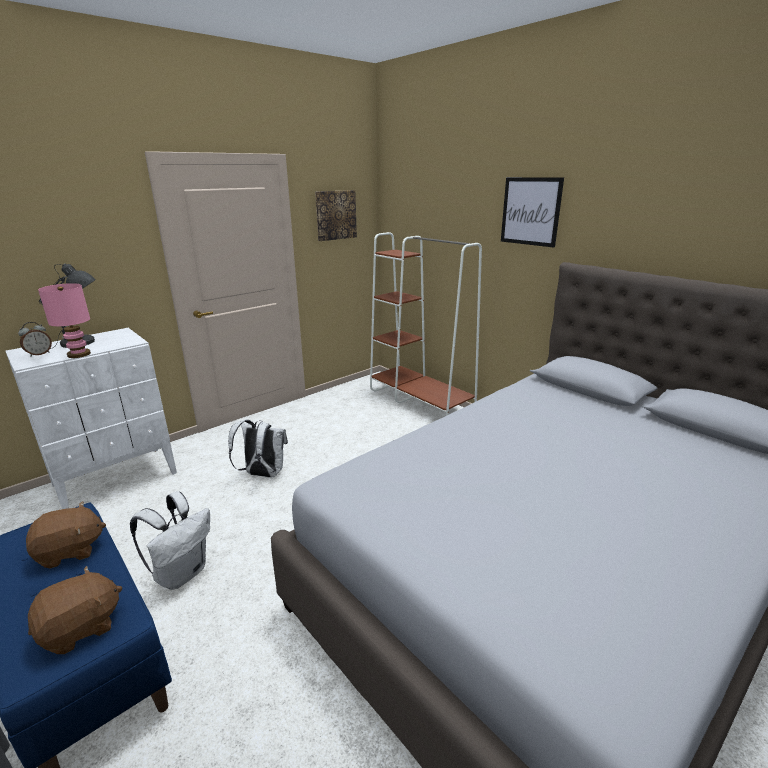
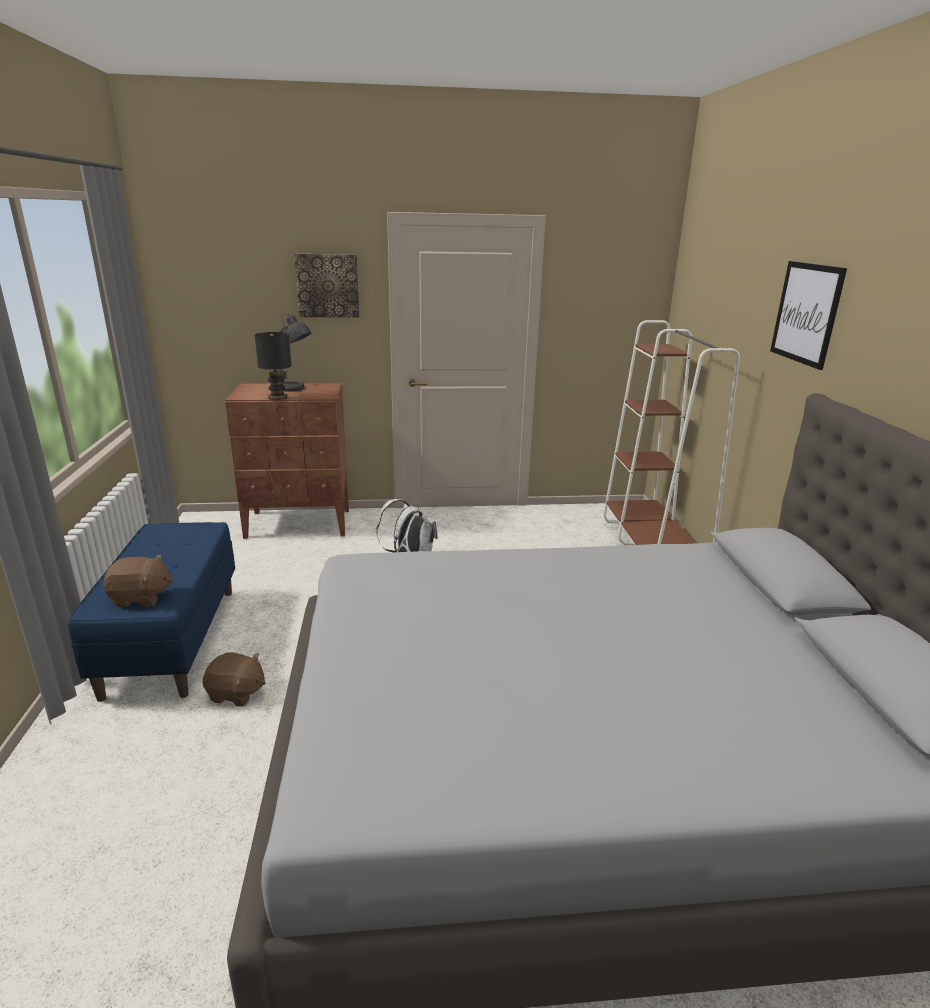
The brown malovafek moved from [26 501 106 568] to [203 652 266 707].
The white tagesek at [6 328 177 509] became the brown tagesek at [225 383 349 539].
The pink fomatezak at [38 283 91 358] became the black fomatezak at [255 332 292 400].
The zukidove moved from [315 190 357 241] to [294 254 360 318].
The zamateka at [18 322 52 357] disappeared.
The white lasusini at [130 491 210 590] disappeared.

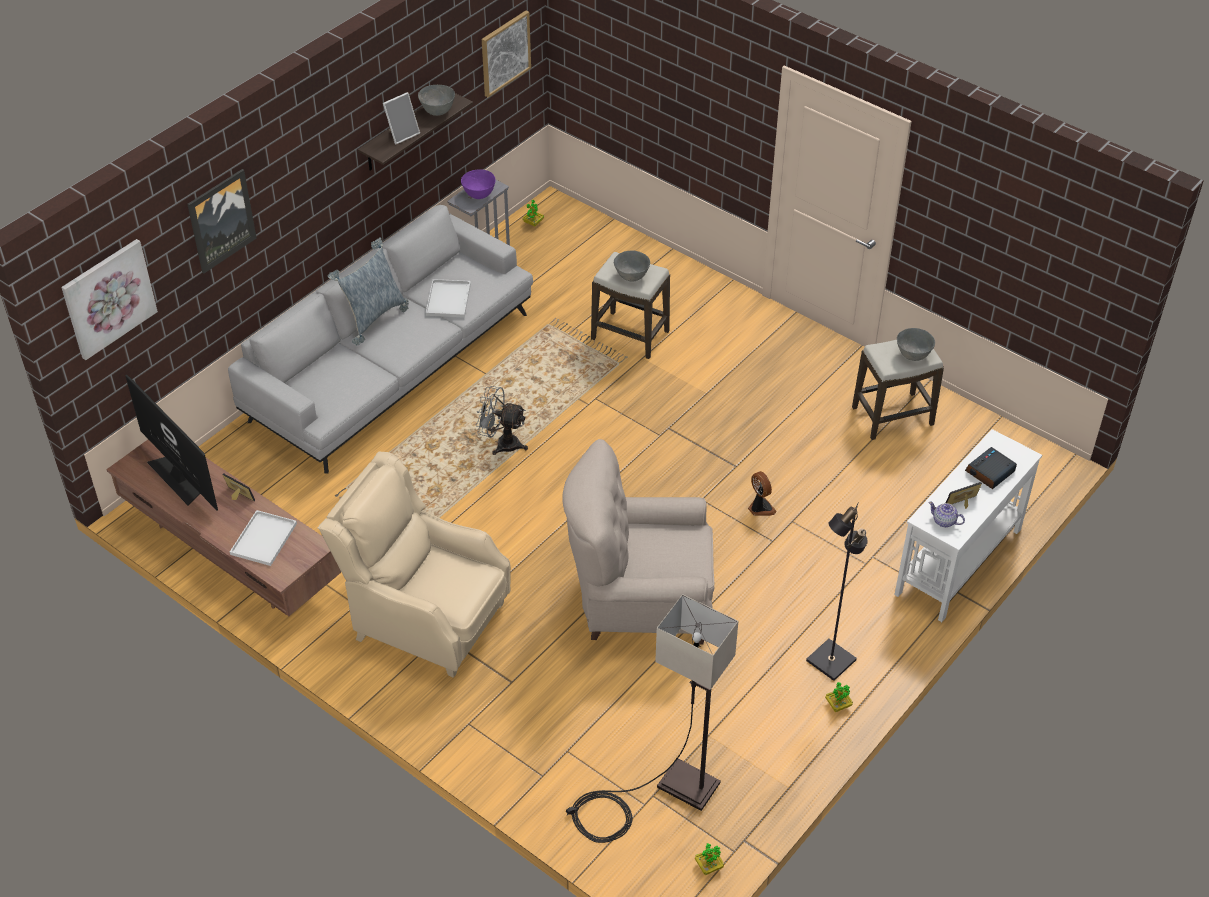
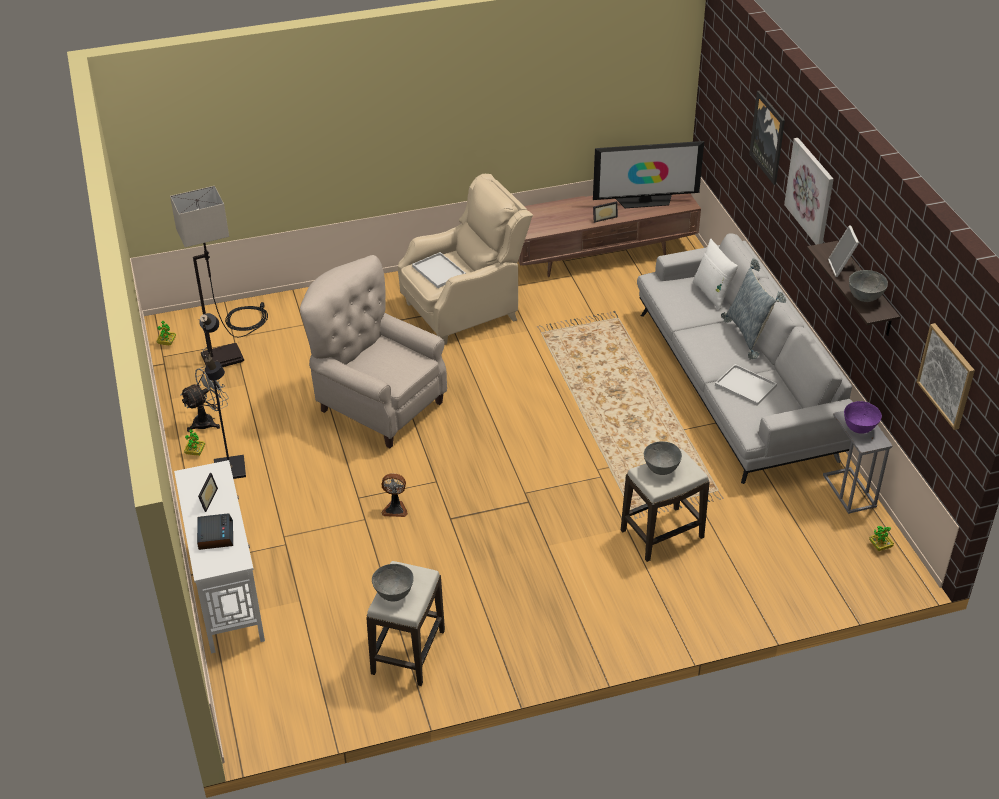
The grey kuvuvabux moved from [476 386 528 455] to [181 366 229 432].
The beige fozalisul at [562 439 715 645] turned 90 degrees counterclockwise.
The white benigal moved from [230 510 297 566] to [412 252 466 288].
The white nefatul at [693 238 738 310] appeared.
The zukidove moved from [61 239 158 360] to [784 138 834 245].
The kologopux at [928 501 965 527] disappeared.

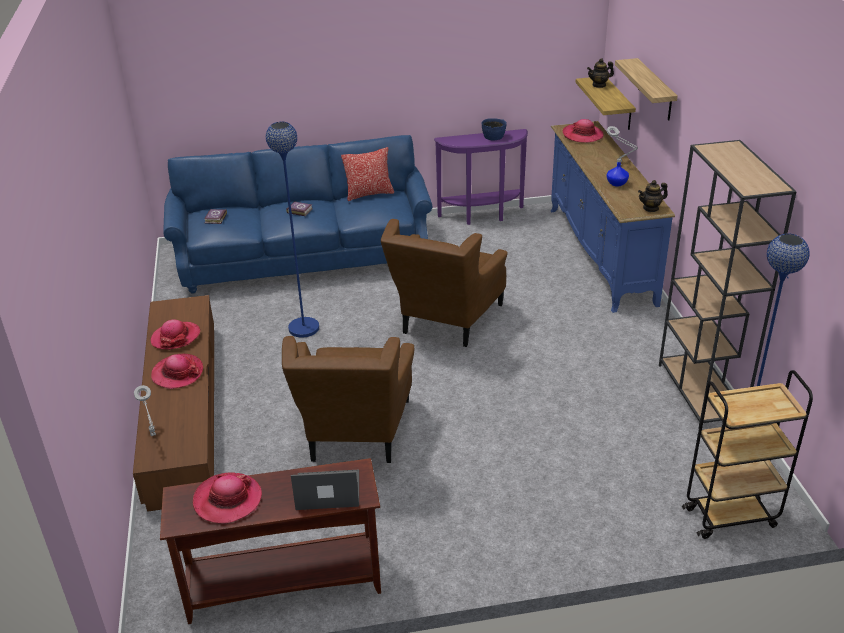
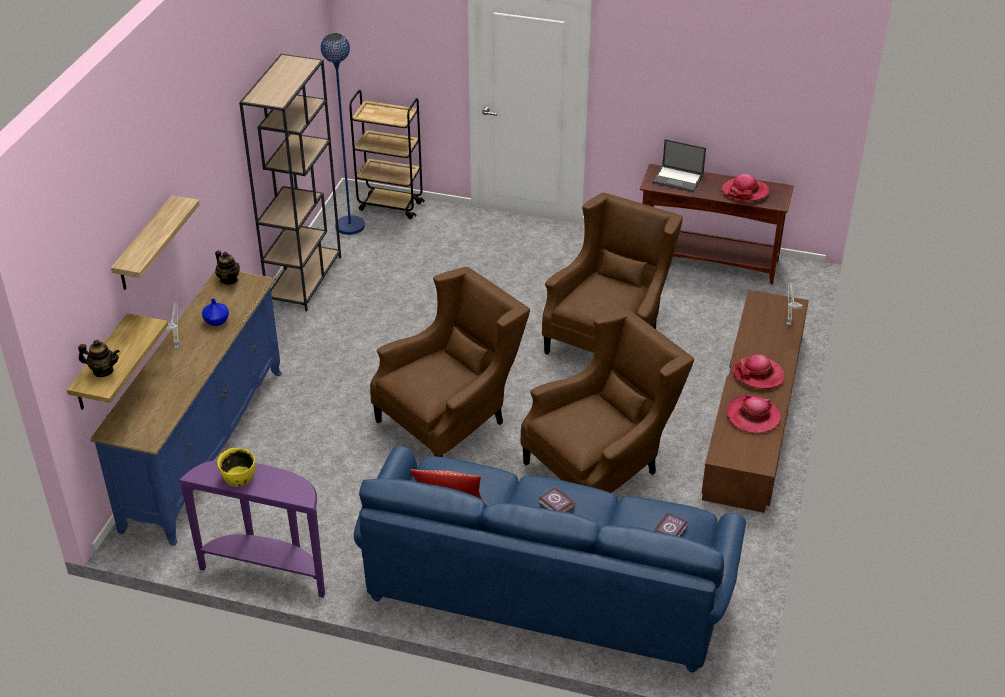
The kologopux at [638 180 668 212] turned 45 degrees clockwise.
The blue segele at [482 118 507 141] became the yellow segele at [217 448 256 487].
The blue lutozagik at [266 122 319 337] was replaced by the brown fozalisul at [521 310 694 493].
The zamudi at [563 119 604 143] disappeared.

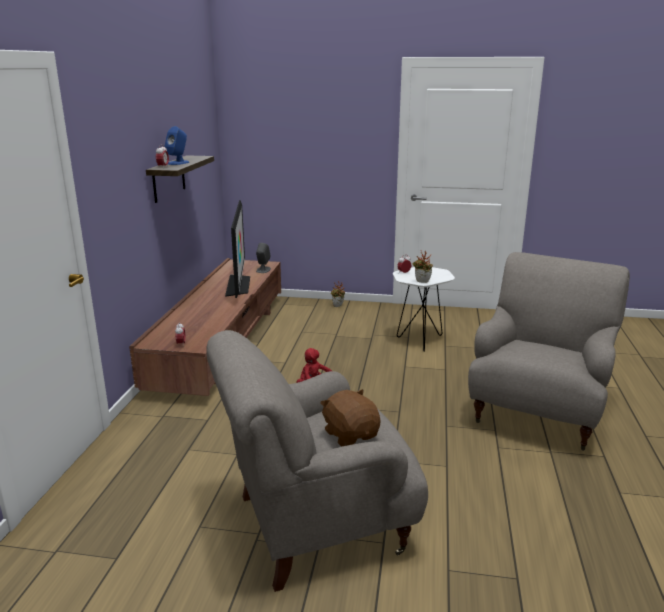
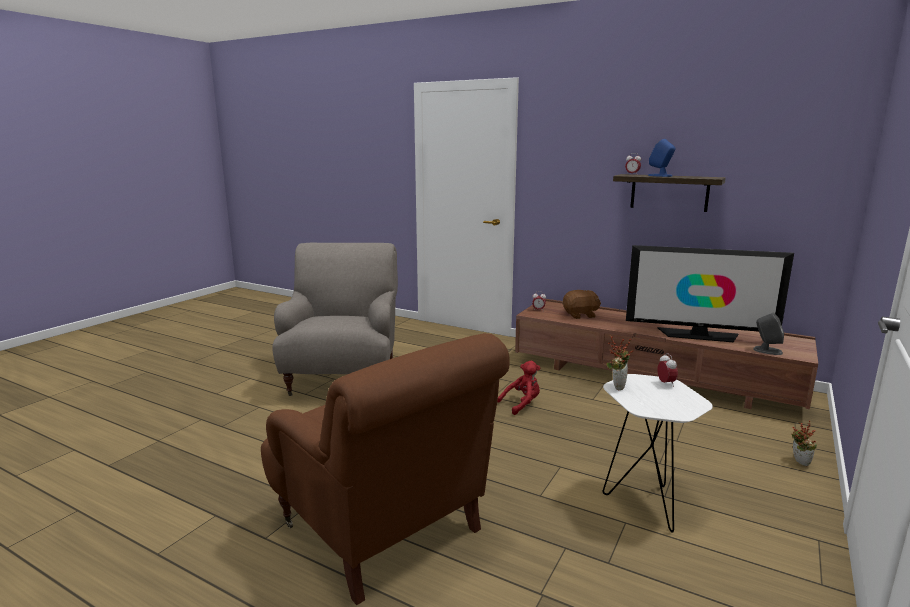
The grey fozalisul at [468 252 630 451] became the brown fozalisul at [261 333 510 605].
The brown malovafek moved from [320 389 381 447] to [563 290 601 319].

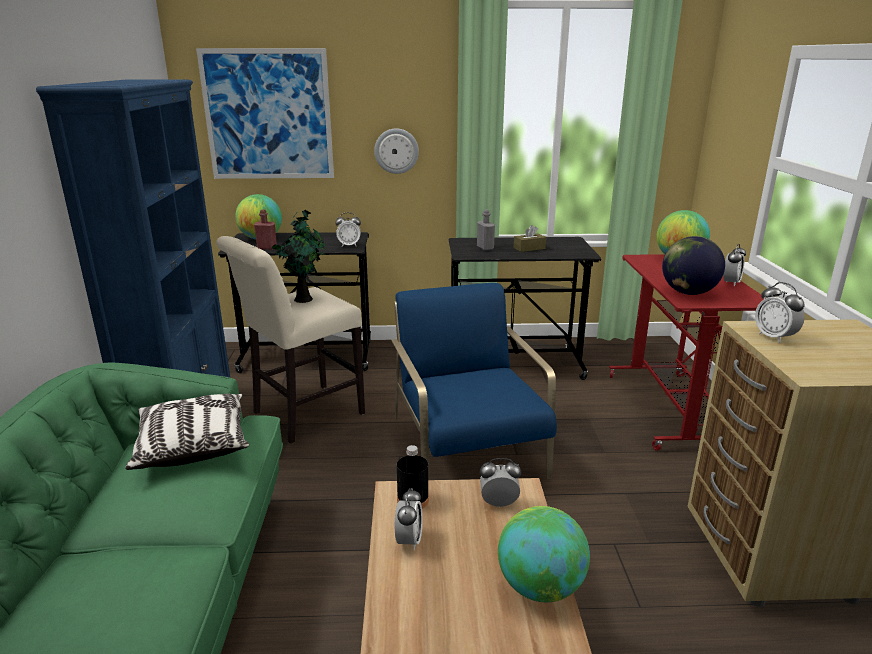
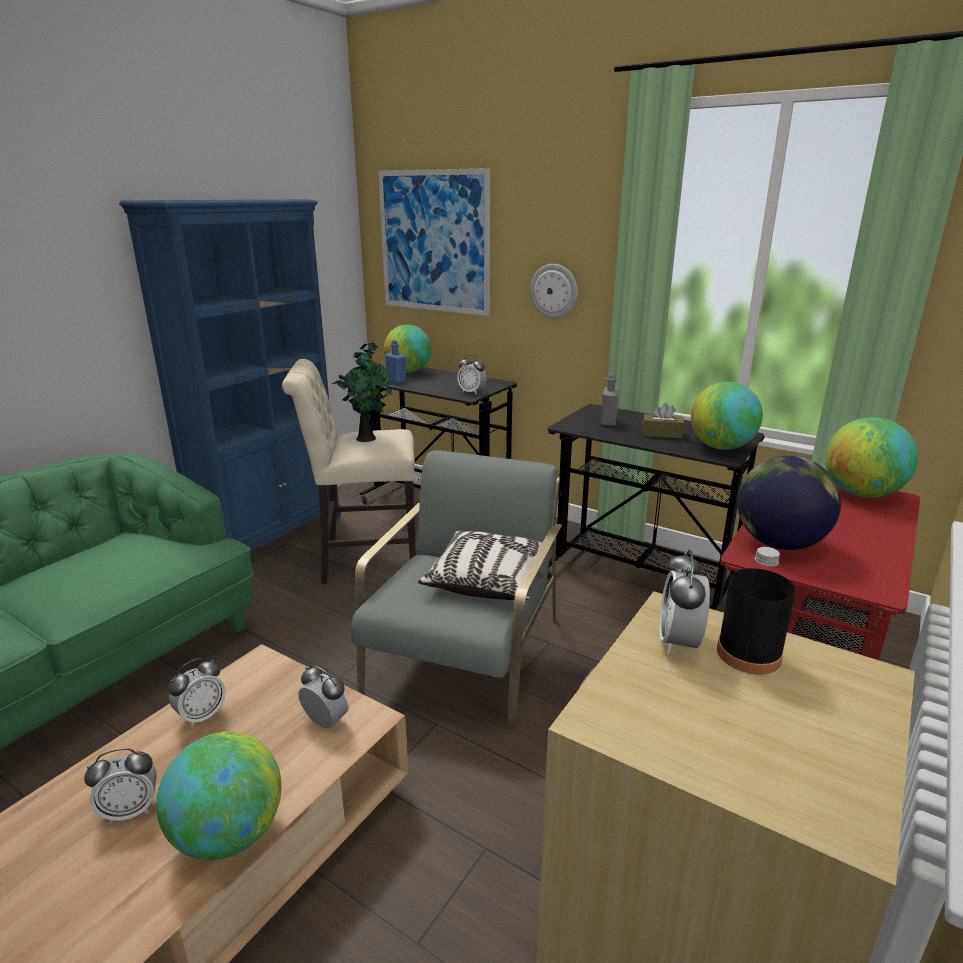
The zamateka moved from [723 244 746 286] to [84 748 156 823].
The blue fozalisul at [391 283 557 480] became the grey fozalisul at [351 450 562 732].
The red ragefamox at [254 209 277 250] became the blue ragefamox at [385 340 406 384].
The nefatul moved from [125 393 249 470] to [418 531 542 600].
The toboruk at [691 382 763 450] appeared.
The black ragefamox moved from [397 445 429 508] to [717 547 796 675].

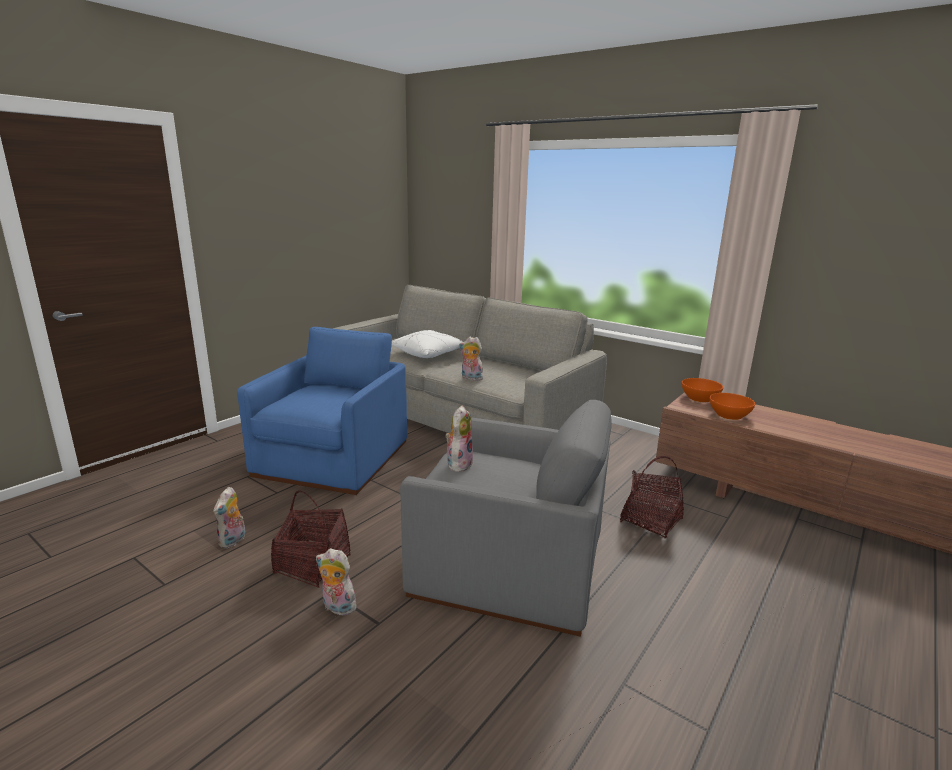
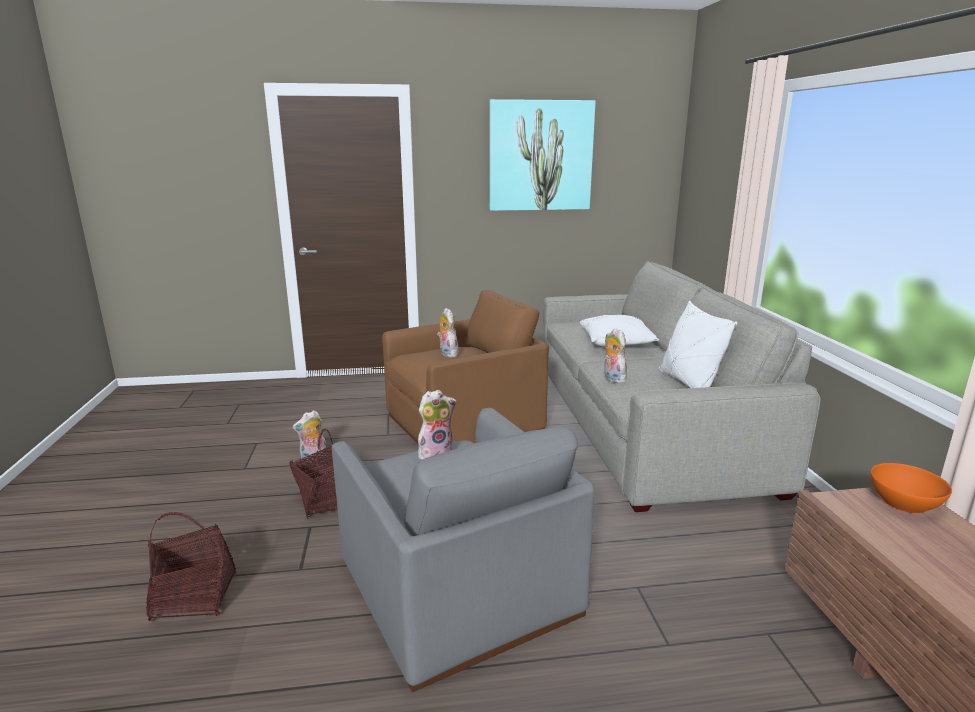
The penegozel moved from [620 456 684 538] to [146 512 236 621].
The blue fozalisul at [237 327 407 495] became the brown fozalisul at [382 290 549 444].
The malovafek moved from [316 548 361 615] to [437 308 459 357].
The zukidove at [489 99 596 211] appeared.
The white nefatul at [659 301 738 388] appeared.
The orange segele at [710 393 755 420] disappeared.

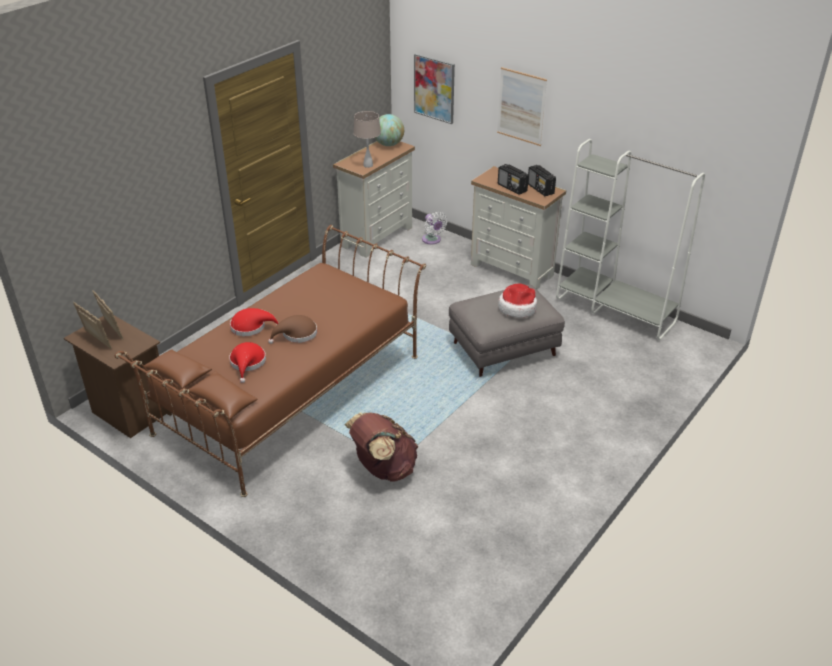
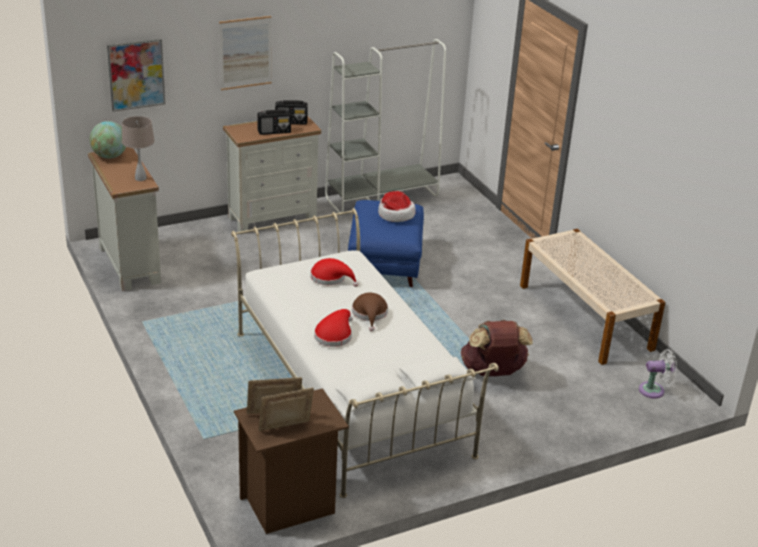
The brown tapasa at [115 225 426 497] became the white tapasa at [231 208 499 498].
The red zamudi moved from [229 342 266 383] to [310 258 358 287].
The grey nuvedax at [449 284 565 377] became the blue nuvedax at [348 200 424 287].
The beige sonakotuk at [520 229 665 365] appeared.
The white kuvuvabux moved from [422 212 448 244] to [639 349 677 399].

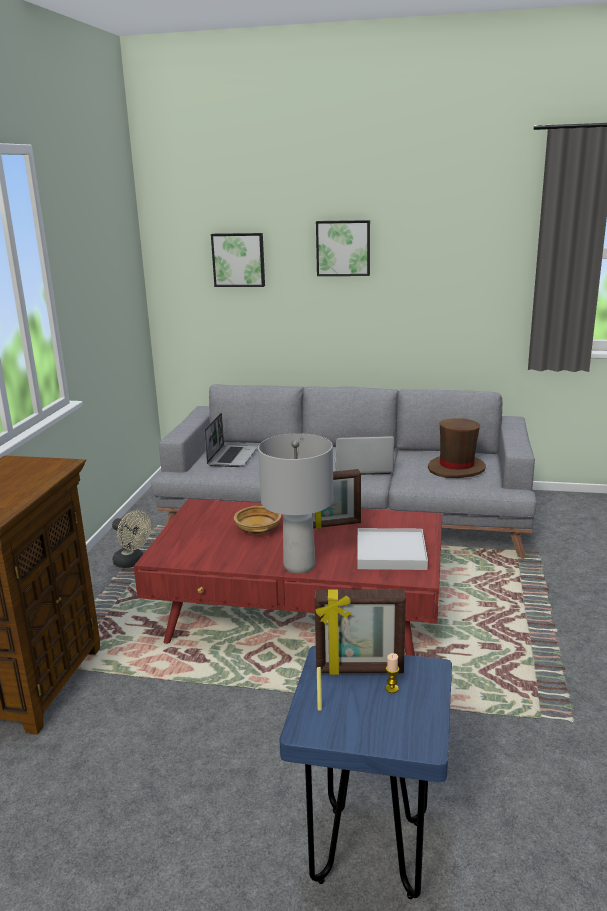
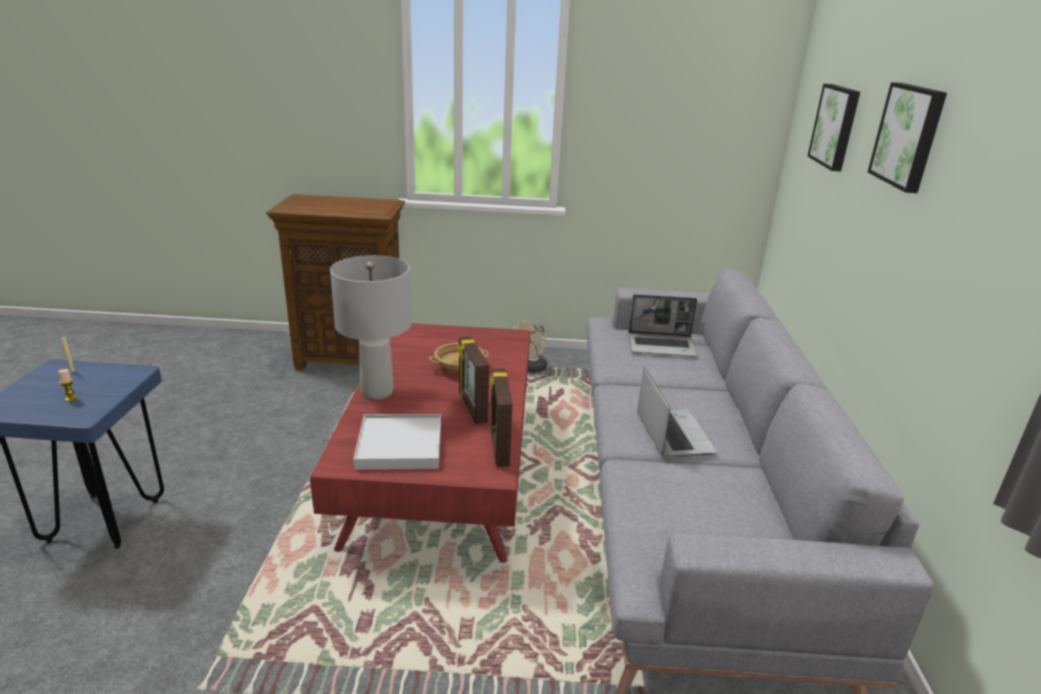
The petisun moved from [315 589 406 675] to [490 368 513 467].
The brown zamudi at [428 418 486 478] disappeared.

